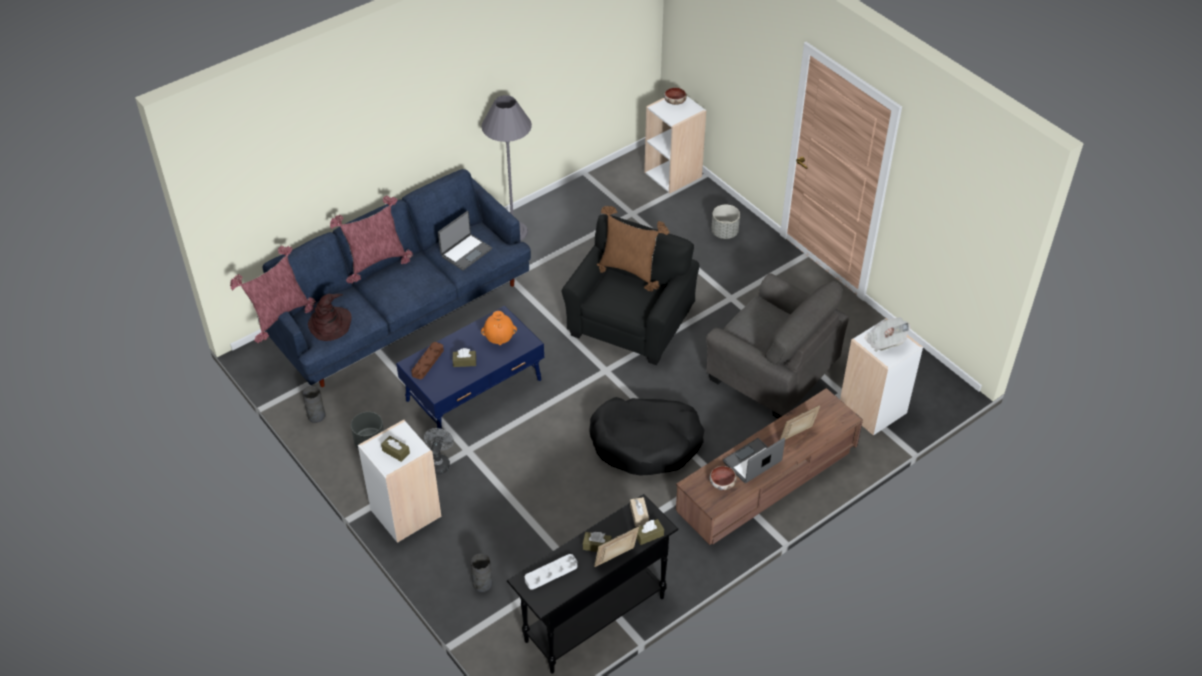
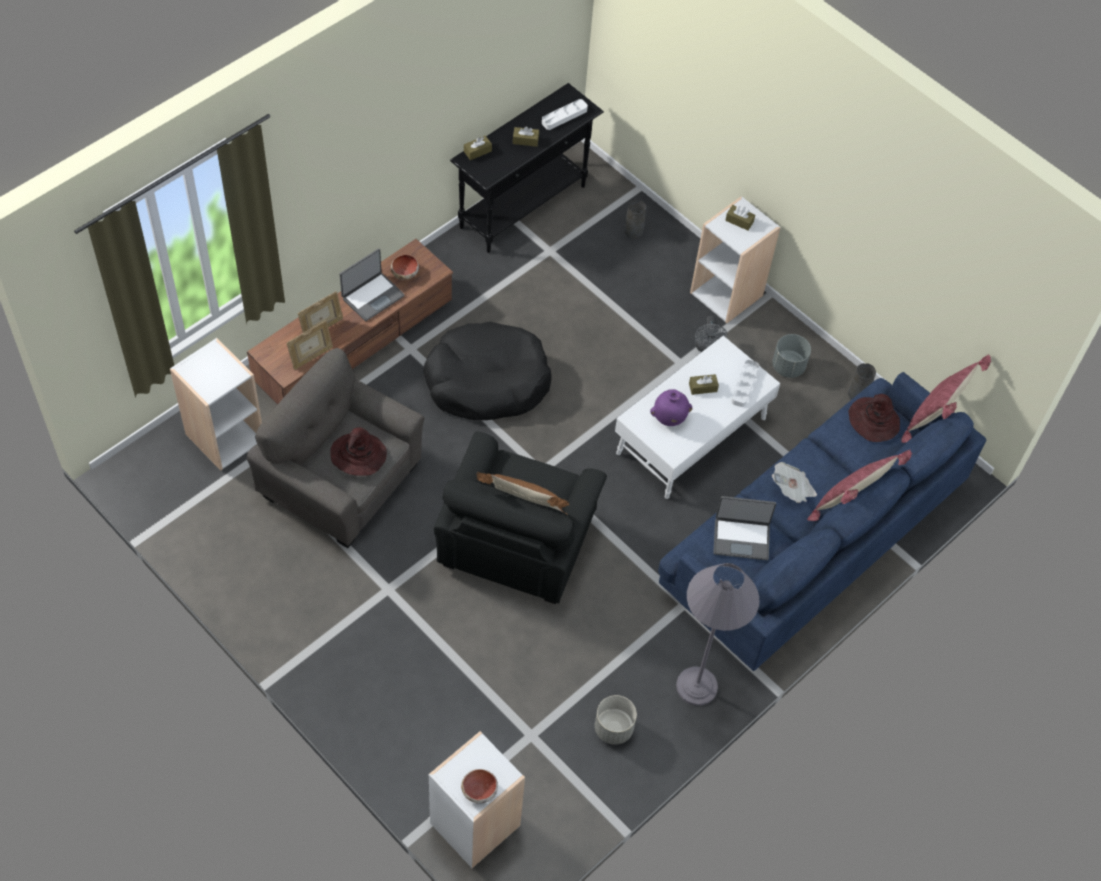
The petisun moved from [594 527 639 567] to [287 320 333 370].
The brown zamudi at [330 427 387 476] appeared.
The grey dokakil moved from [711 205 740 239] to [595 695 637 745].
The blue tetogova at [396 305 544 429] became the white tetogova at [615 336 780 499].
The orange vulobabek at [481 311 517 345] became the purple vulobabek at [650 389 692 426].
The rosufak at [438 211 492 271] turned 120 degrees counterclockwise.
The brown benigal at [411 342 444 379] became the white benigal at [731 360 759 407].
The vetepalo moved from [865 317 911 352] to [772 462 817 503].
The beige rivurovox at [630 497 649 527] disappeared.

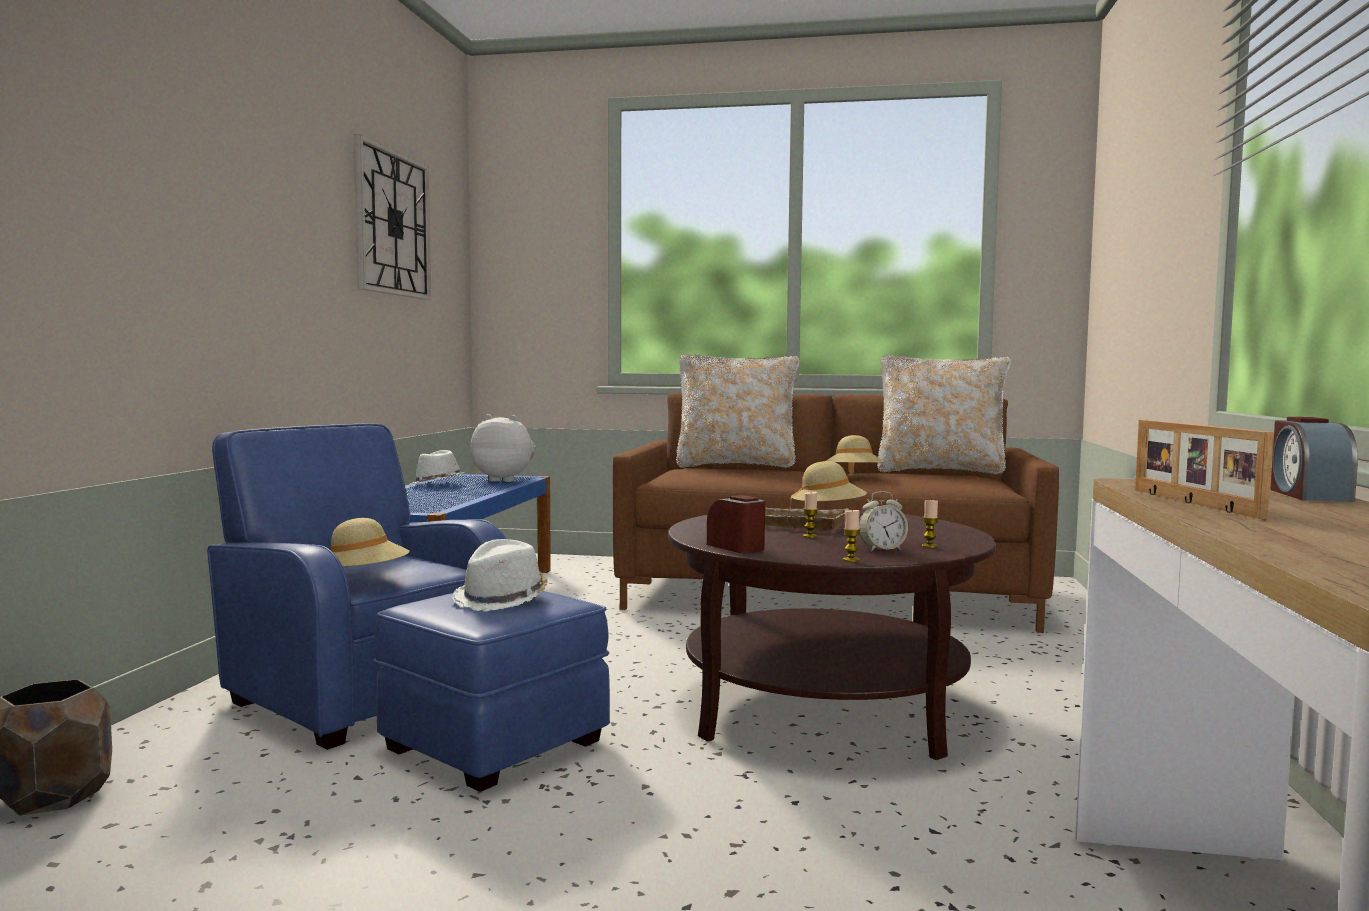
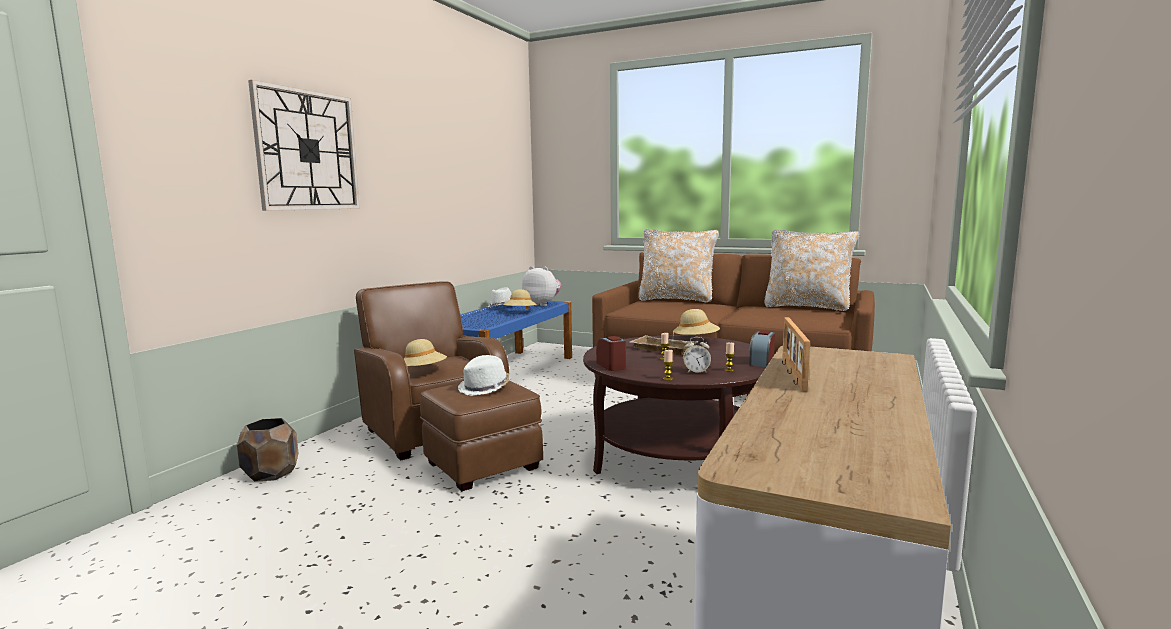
The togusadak moved from [354 134 431 300] to [248 80 360 211].
The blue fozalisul at [207 423 610 792] became the brown fozalisul at [354 281 543 491].
The beige zamudi moved from [826 435 884 474] to [503 289 537 310].
The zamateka moved from [1270 417 1358 502] to [749 330 775 367].

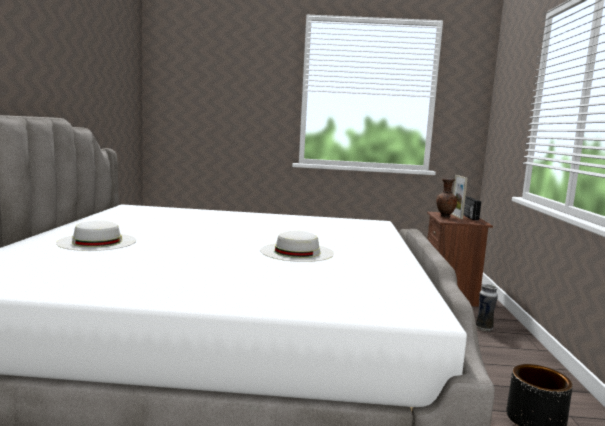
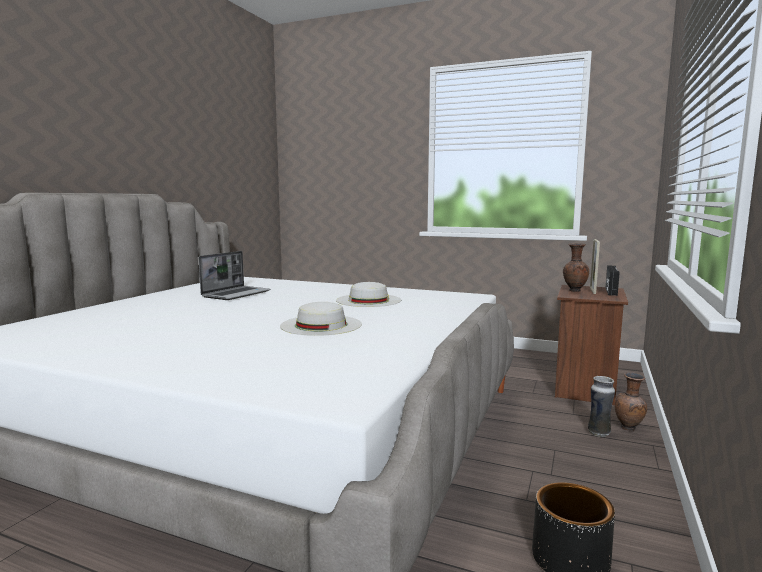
The rosufak at [199 251 271 300] appeared.
The white zamudi moved from [56 220 136 251] to [336 282 401 307].
The brown vulobabek at [615 372 647 431] appeared.

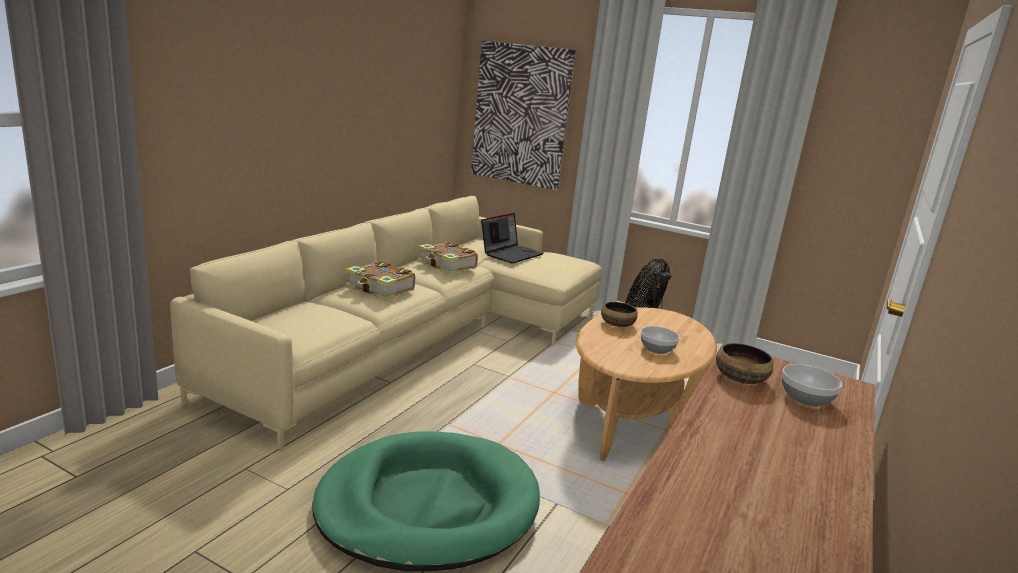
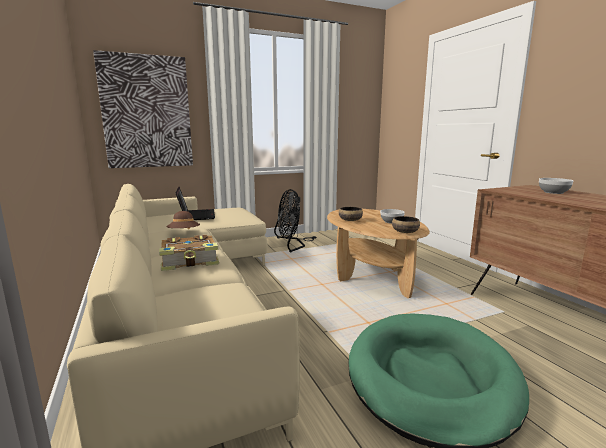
The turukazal at [418 242 478 275] was replaced by the brown zamudi at [166 211 200 229].
The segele moved from [716 343 774 384] to [392 216 420 233].

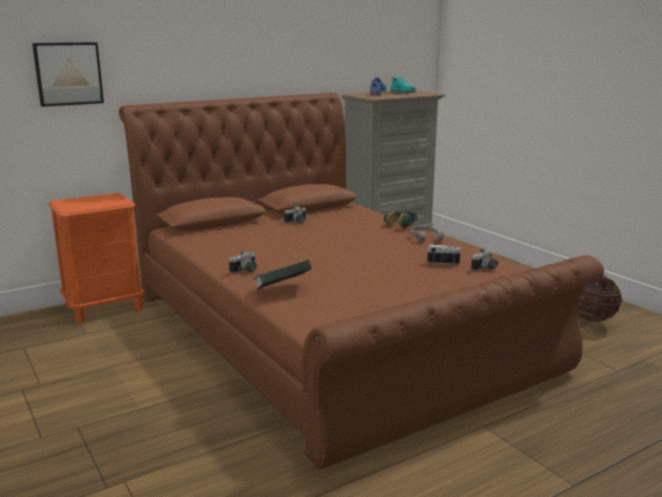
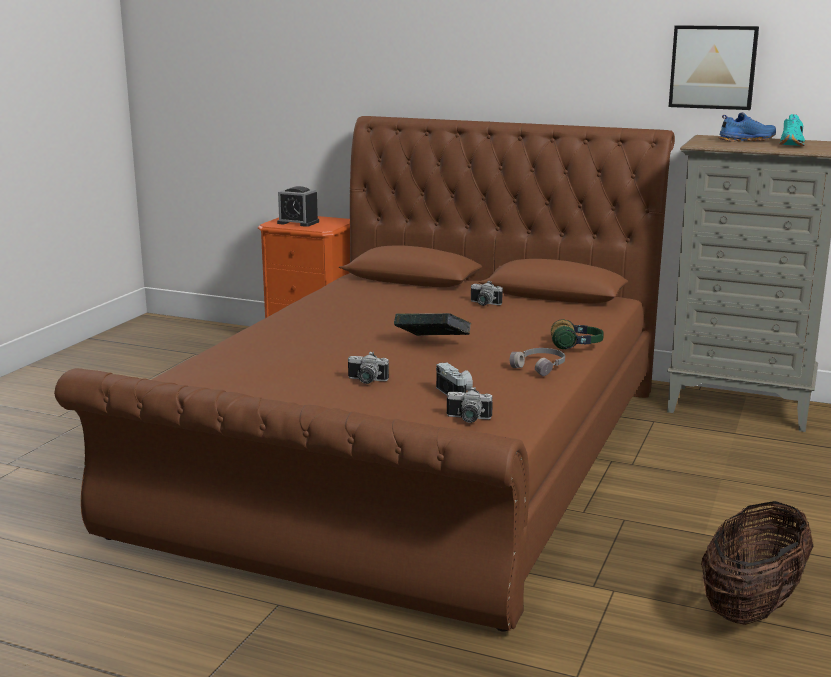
The zamateka at [277 186 319 227] appeared.
The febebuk moved from [229 250 257 274] to [348 351 389 384].
The turukazal moved from [253 260 312 290] to [394 313 471 336].
The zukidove moved from [32 42 104 107] to [669 25 759 110].

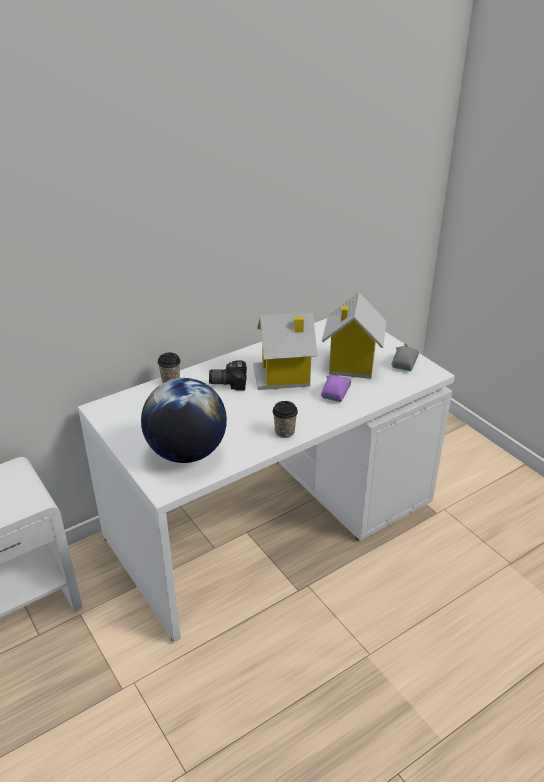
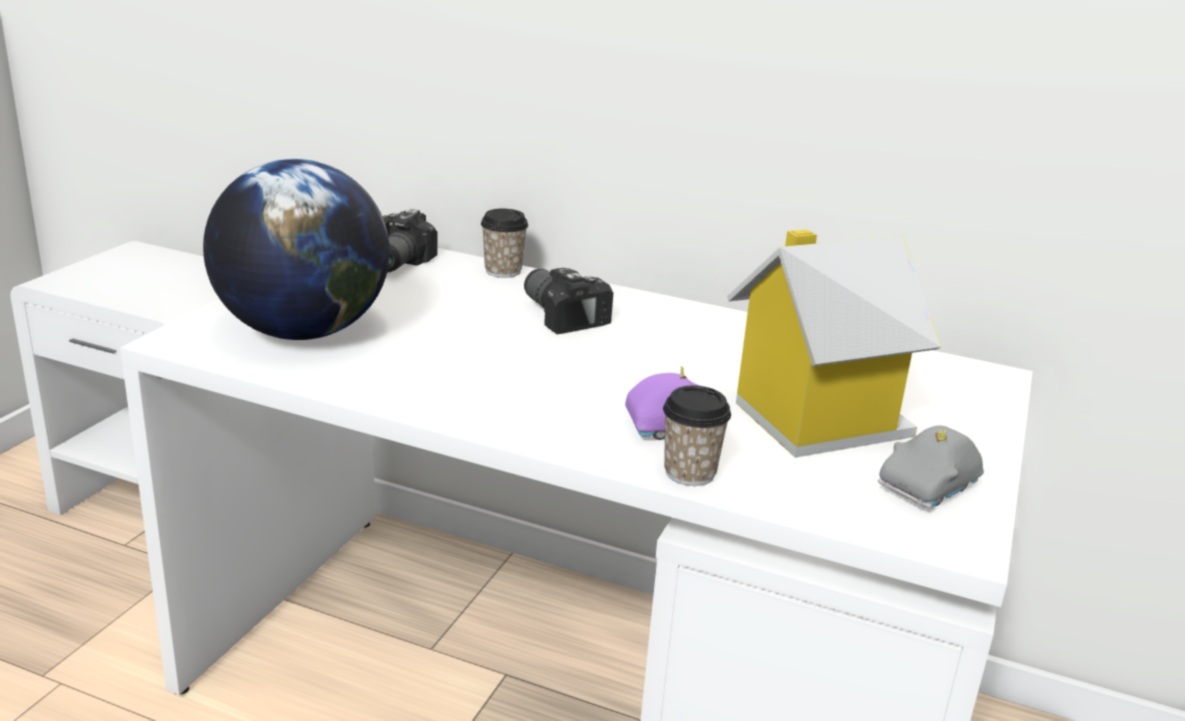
The febebuk at [382 209 437 273] appeared.
The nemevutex moved from [272 401 298 438] to [663 385 731 486].
The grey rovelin at [391 343 419 371] turned 150 degrees clockwise.
The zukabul at [253 312 317 390] disappeared.

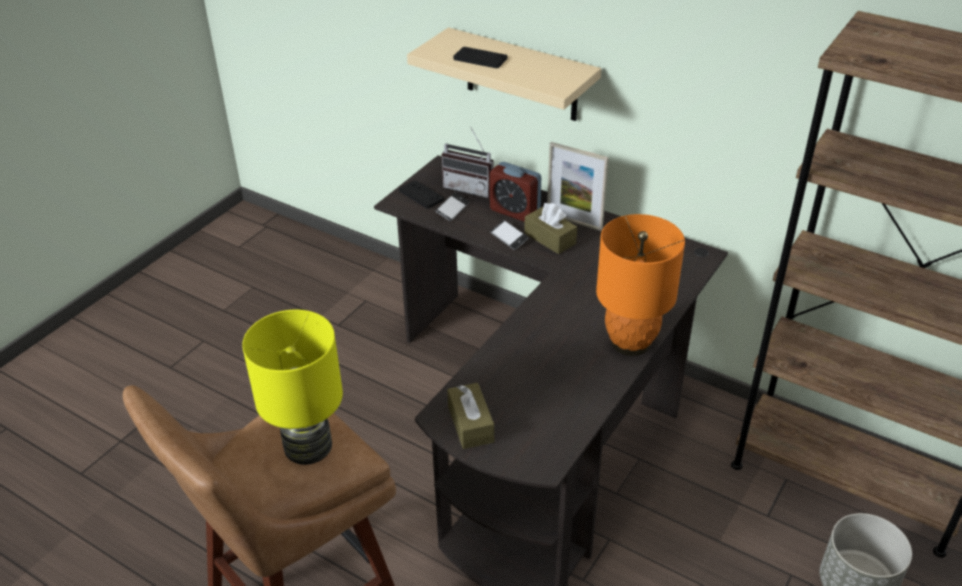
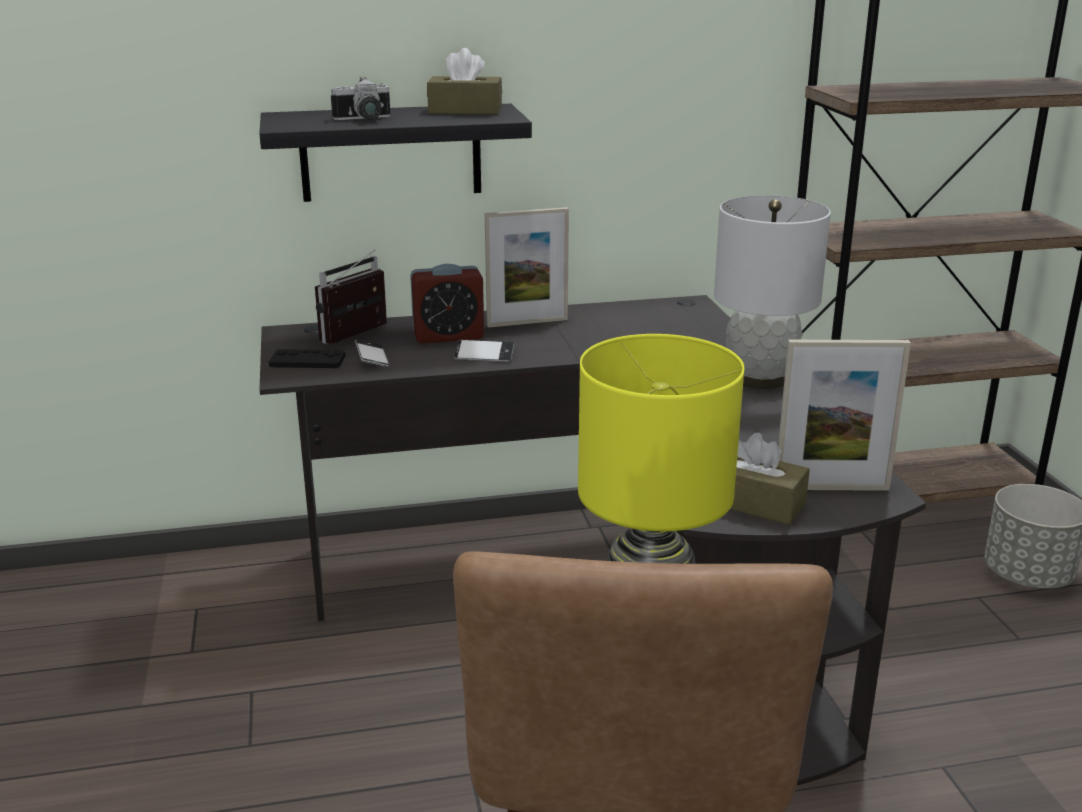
The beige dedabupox at [407 27 601 121] became the black dedabupox at [259 104 532 202].
The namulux at [441 126 494 198] turned 150 degrees clockwise.
The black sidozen at [453 47 507 68] was replaced by the febebuk at [331 77 390 120].
The brown rivurovox moved from [524 203 577 254] to [427 48 502 115].
The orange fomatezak at [596 214 685 356] became the white fomatezak at [714 195 831 389].
The petisun at [778 340 911 491] appeared.

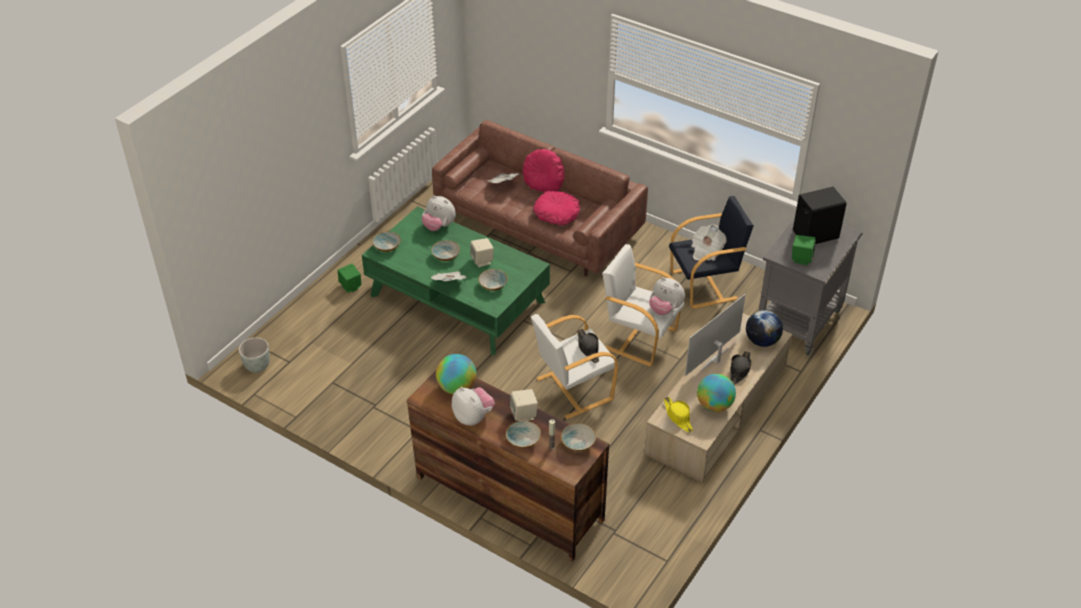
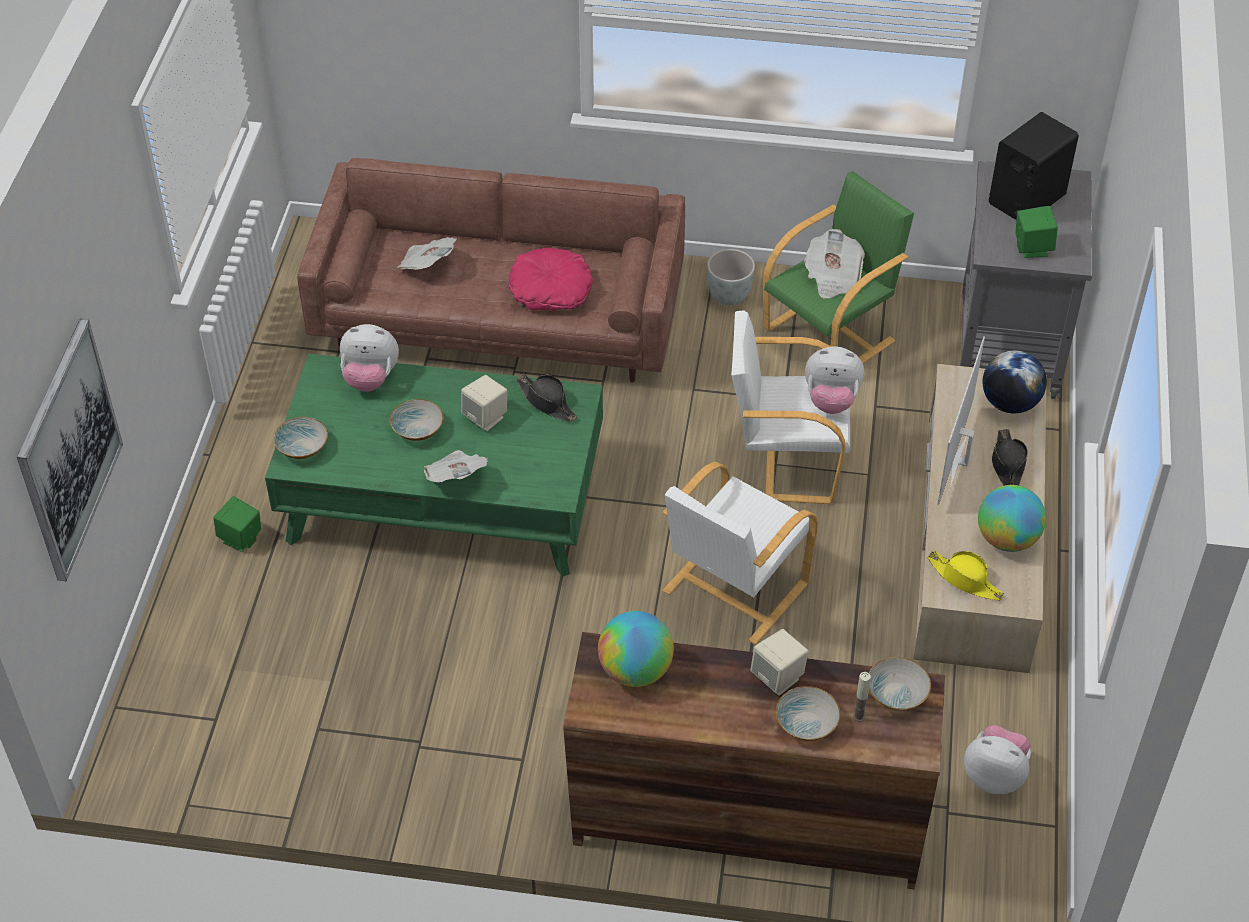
The zukidove at [17 319 123 581] appeared.
The black zamudi moved from [577 329 599 363] to [516 373 577 422].
The grey dokakil moved from [239 338 270 372] to [707 249 755 305].
The black fozalisul at [669 196 754 309] became the green fozalisul at [763 171 914 363].
The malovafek moved from [452 387 495 426] to [964 725 1031 794].
The segele at [478 269 508 291] disappeared.
The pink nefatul at [523 149 565 193] disappeared.

